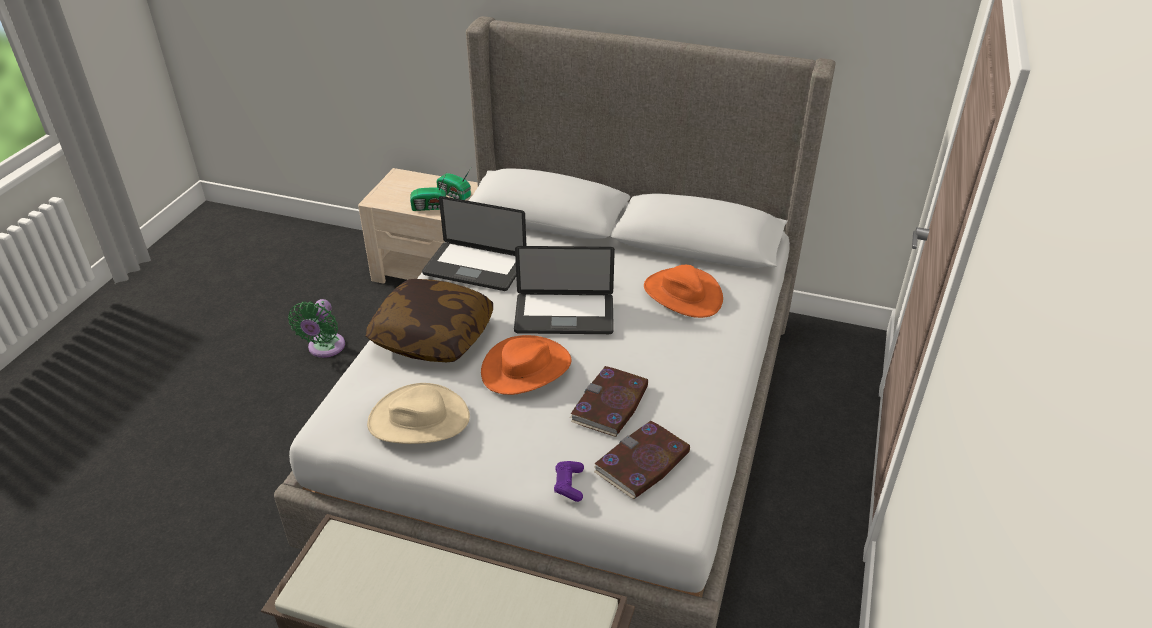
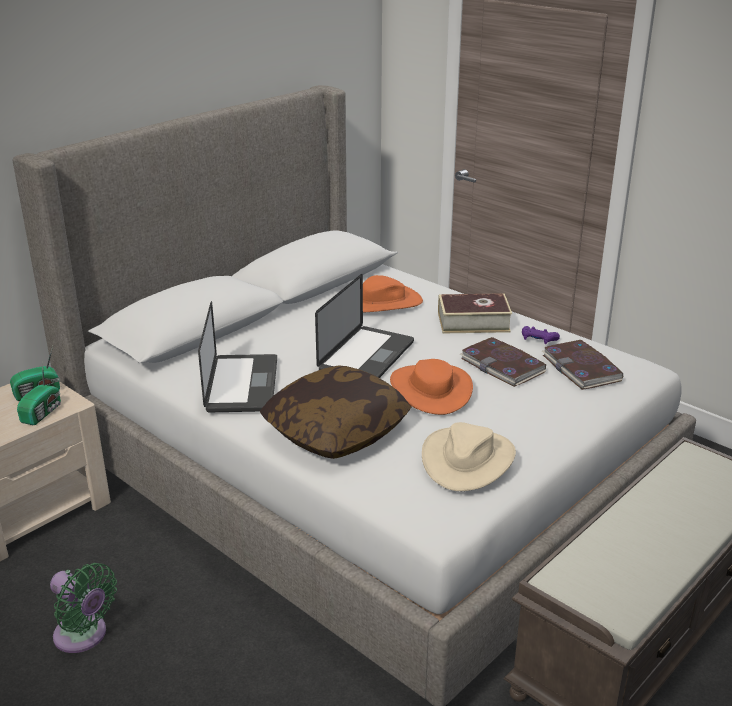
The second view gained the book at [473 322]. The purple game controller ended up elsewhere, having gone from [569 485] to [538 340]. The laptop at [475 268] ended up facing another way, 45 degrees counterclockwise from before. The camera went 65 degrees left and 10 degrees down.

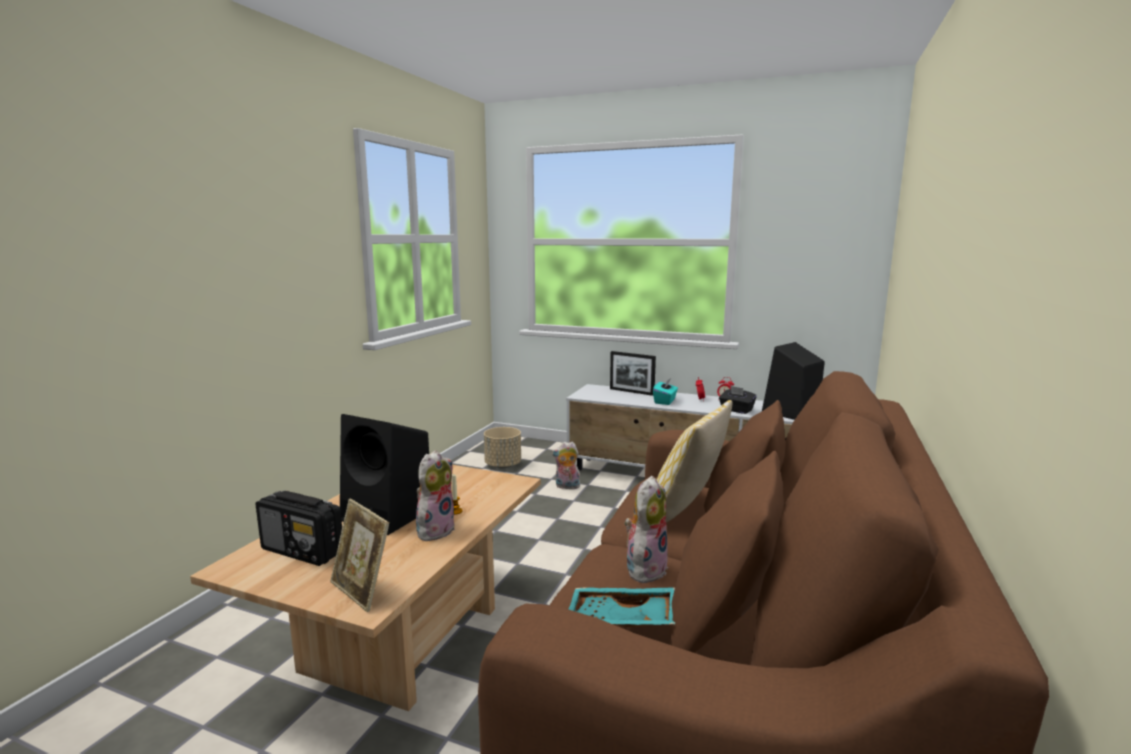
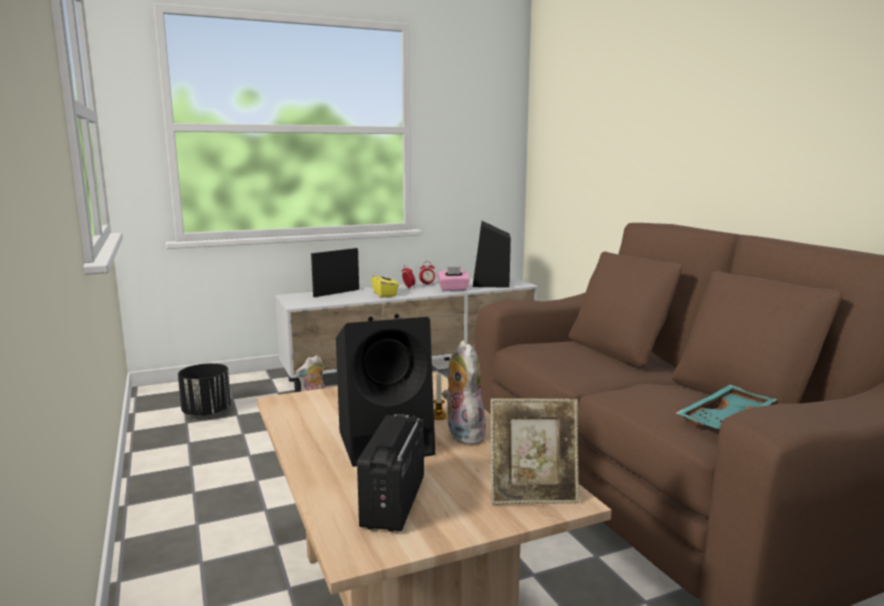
The second view lost the plush toy at [645 568]. The second view lost the pillow at [687 513]. What was the beige planter at [503 465] turned into the black planter at [207 413]. What was the turquoise tissue box at [665 401] turned into the yellow tissue box at [385 294]. What was the black tissue box at [736 410] turned into the pink tissue box at [453 289]. The radio at [303 551] ended up facing another way, 120 degrees clockwise from before. The picture frame at [631 392] ended up facing another way, 150 degrees clockwise from before. The camera went 45 degrees left and 0 degrees up.

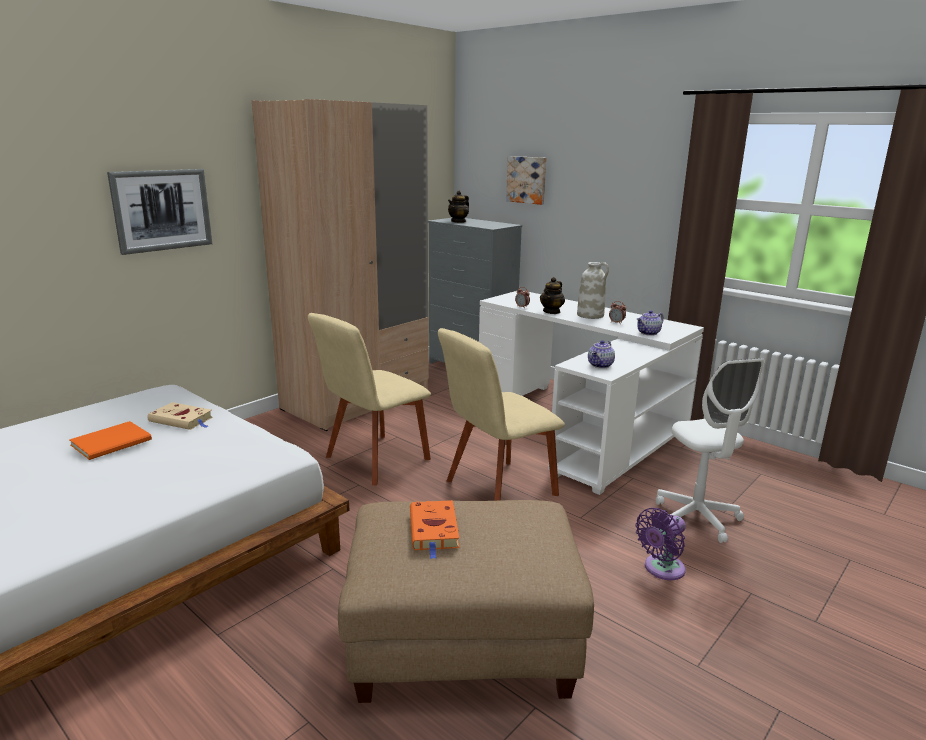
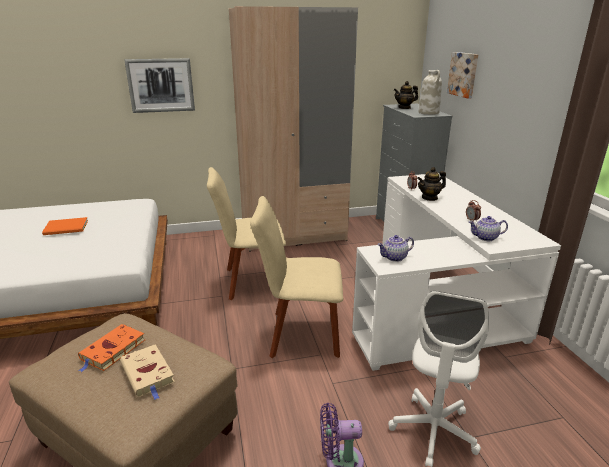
The beige book ended up elsewhere, having gone from [182 420] to [148 374]. The white vase ended up elsewhere, having gone from [591 315] to [429 113]. The camera went 35 degrees right and 5 degrees up.

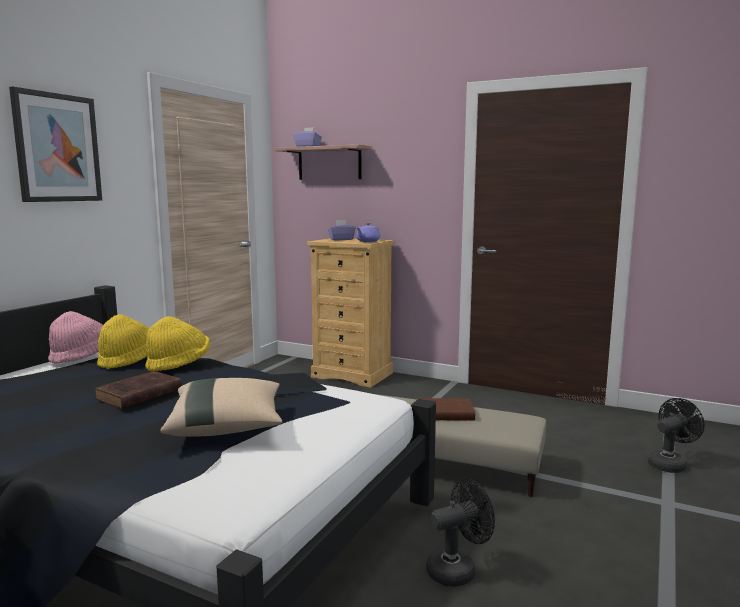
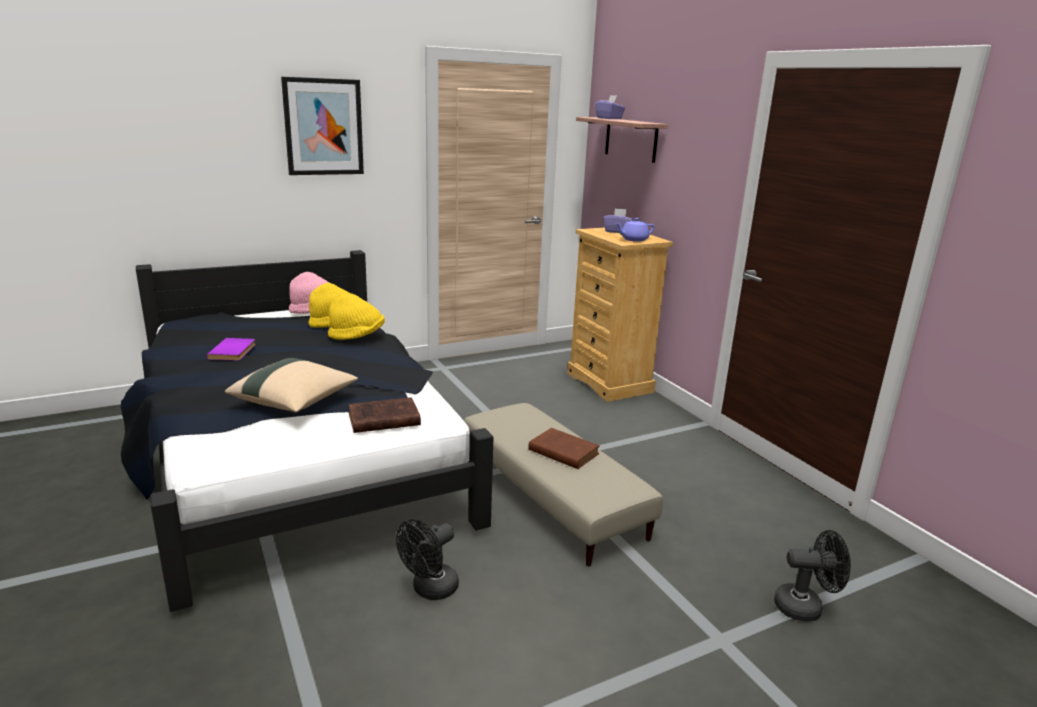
The second view gained the purple book at [234 351]. The brown book ended up elsewhere, having gone from [137 395] to [382 420]. The black fan at [457 569] ended up facing another way, 120 degrees clockwise from before. The camera went 35 degrees right and 10 degrees up.

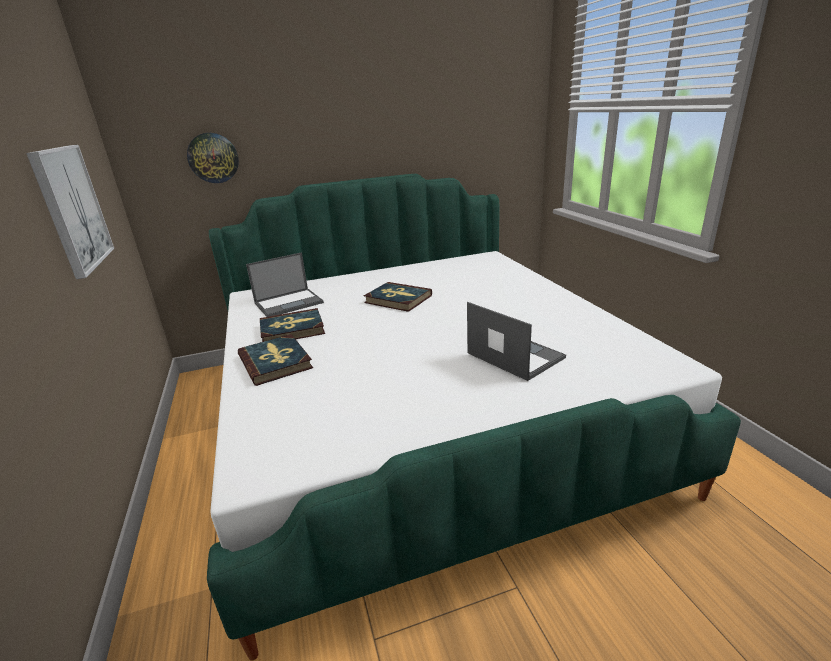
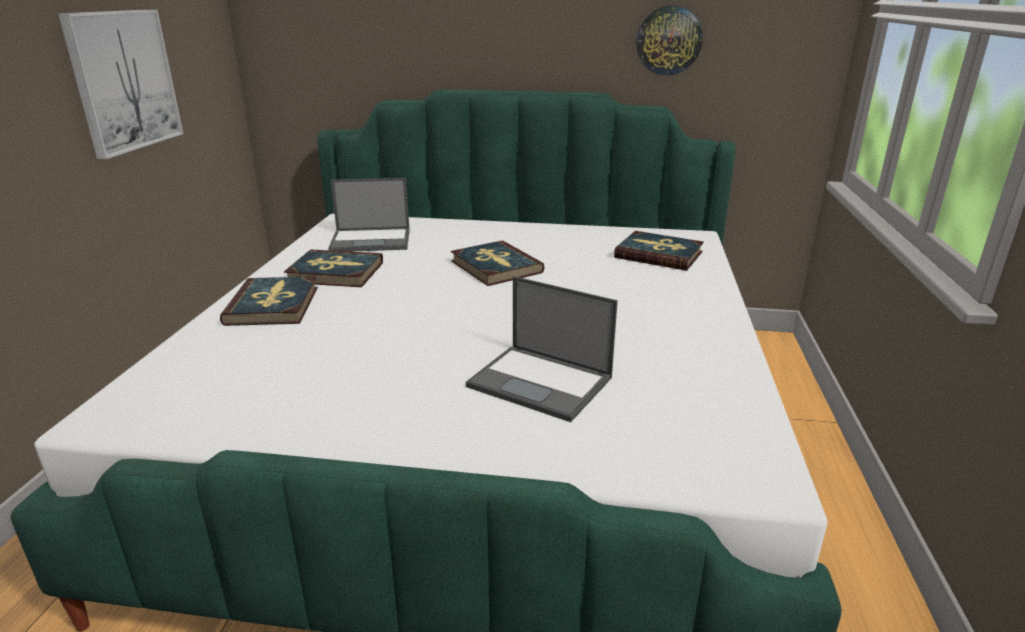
The second view gained the book at [659 254]. The wall clock ended up elsewhere, having gone from [213 158] to [669 40]. The laptop at [514 355] ended up facing another way, 135 degrees clockwise from before. The camera went 25 degrees right and 0 degrees up.

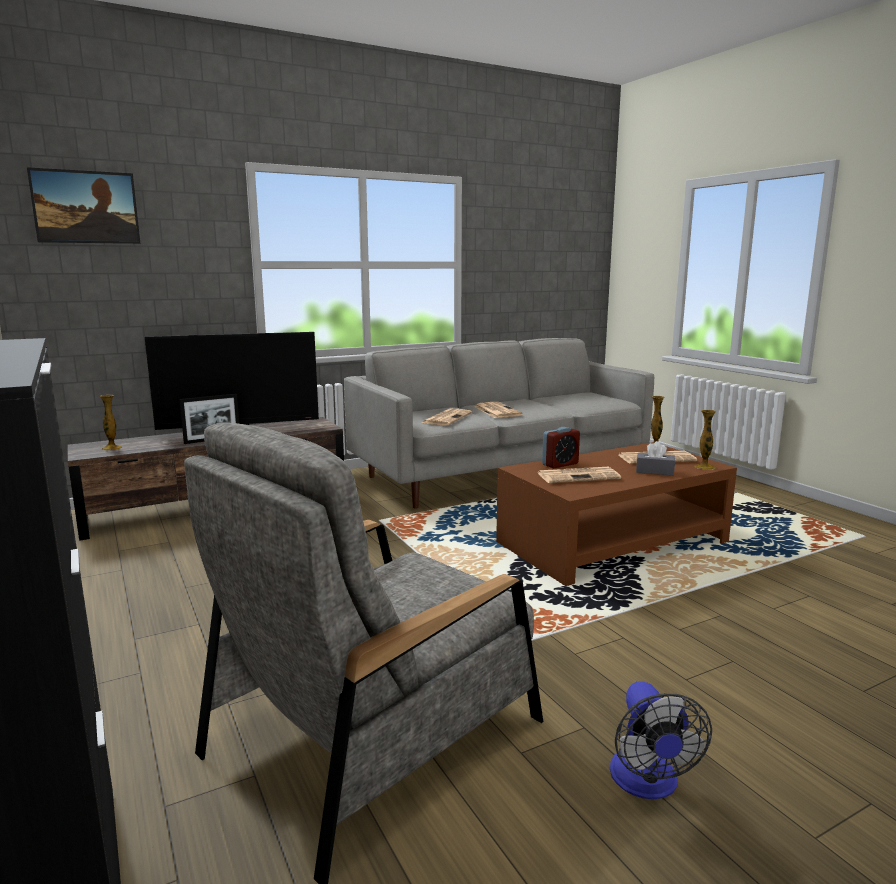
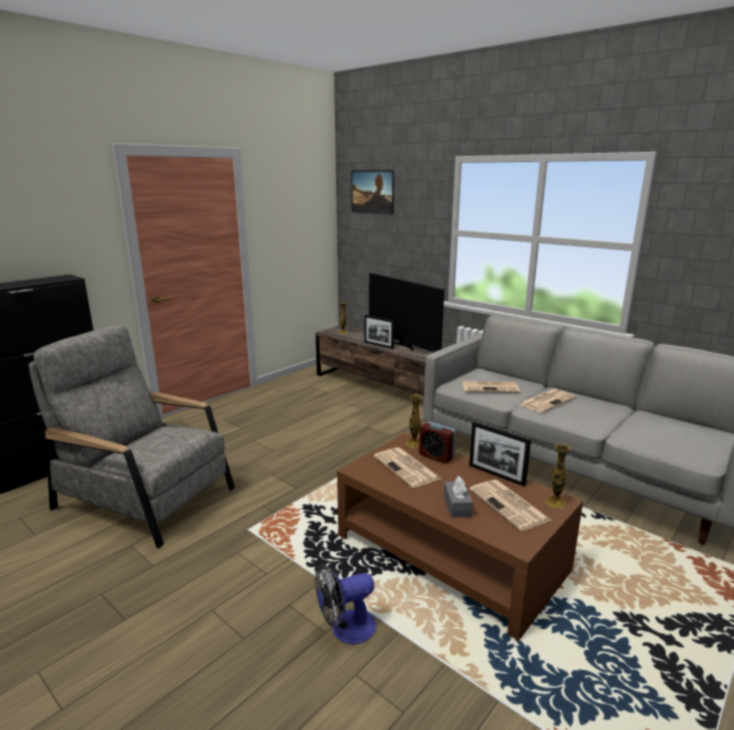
The second view gained the picture frame at [496 475]. The fan ended up elsewhere, having gone from [648 783] to [346 629]. The vase ended up elsewhere, having gone from [704 467] to [413 444]. The camera went 70 degrees right and 5 degrees up.

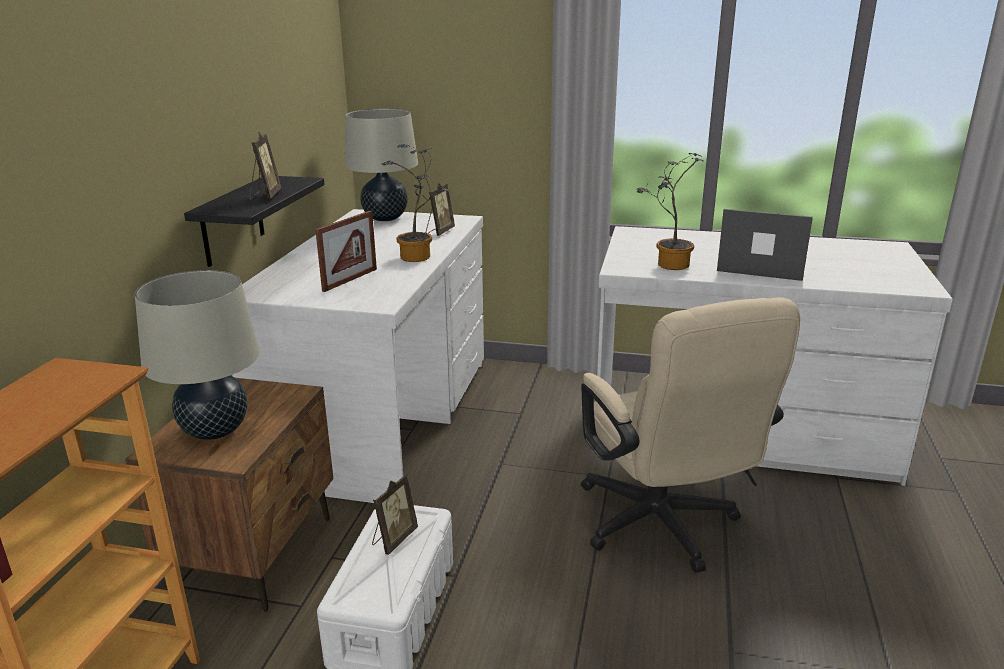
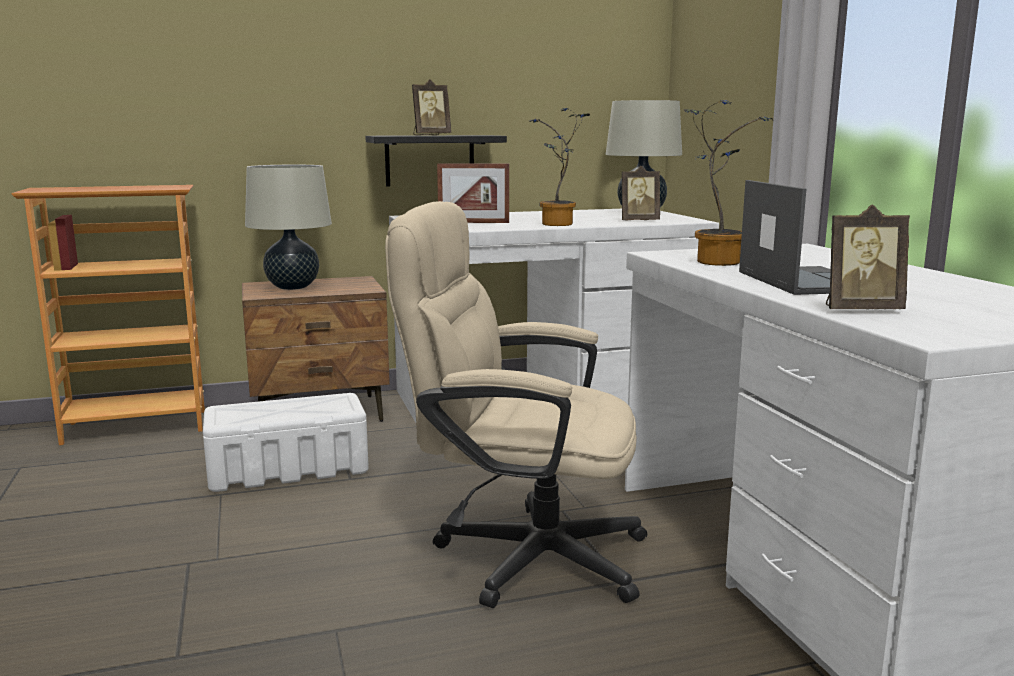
The picture frame ended up elsewhere, having gone from [393 539] to [860 310]. The beige office chair at [663 528] ended up facing another way, 60 degrees clockwise from before. The camera went 60 degrees right and 10 degrees down.

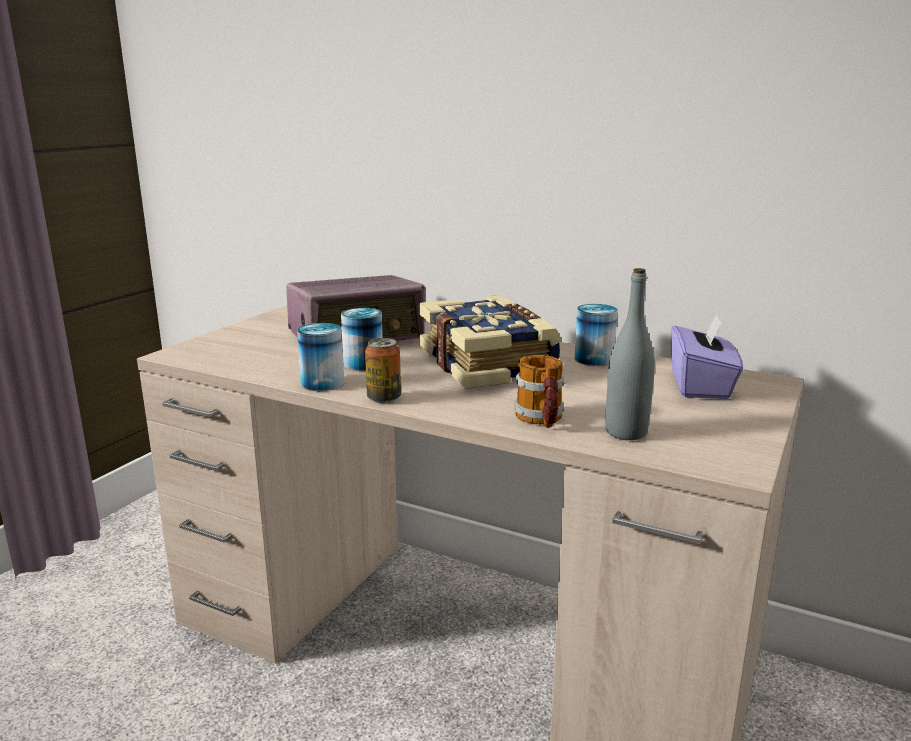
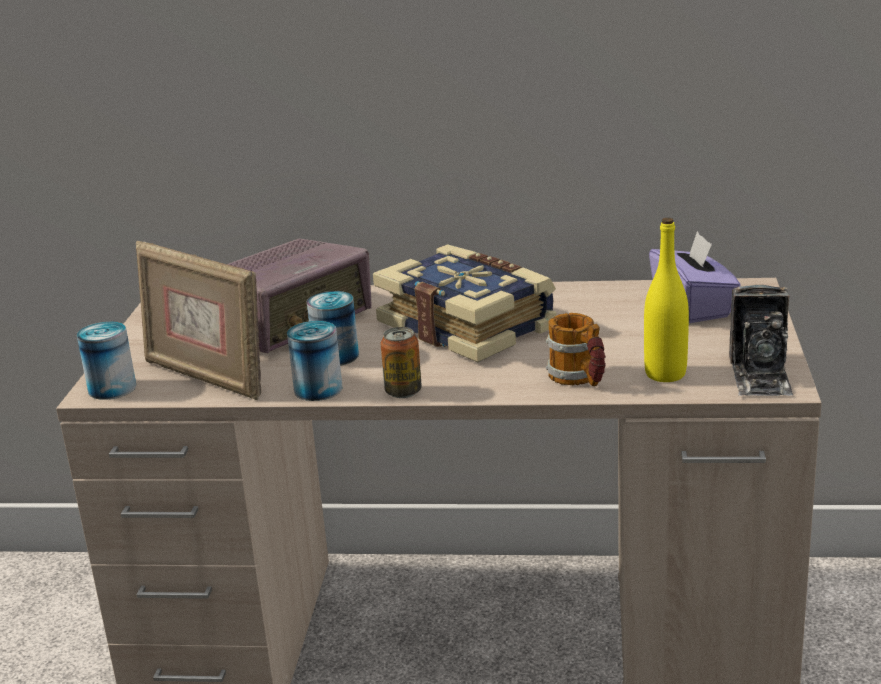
The second view gained the picture frame at [206 377]. The second view gained the photo camera at [760 375]. The can ended up elsewhere, having gone from [594 359] to [112 388]. What was the grey bottle at [626 432] turned into the yellow bottle at [665 374]. The camera went 20 degrees left and 5 degrees up.

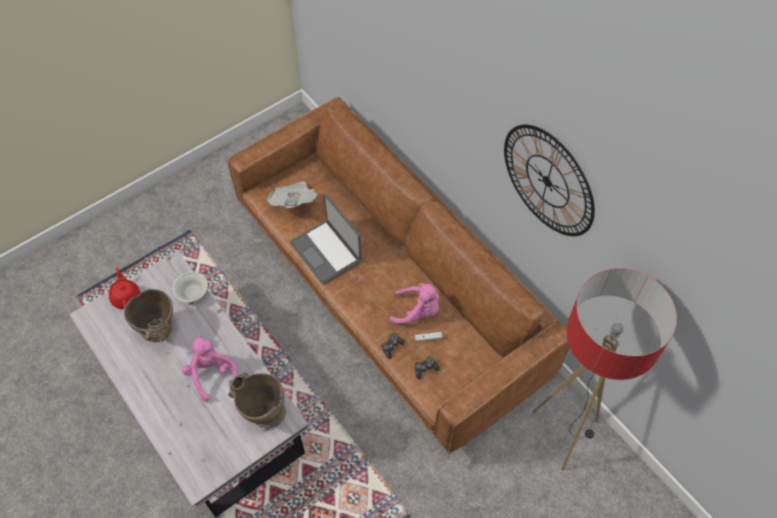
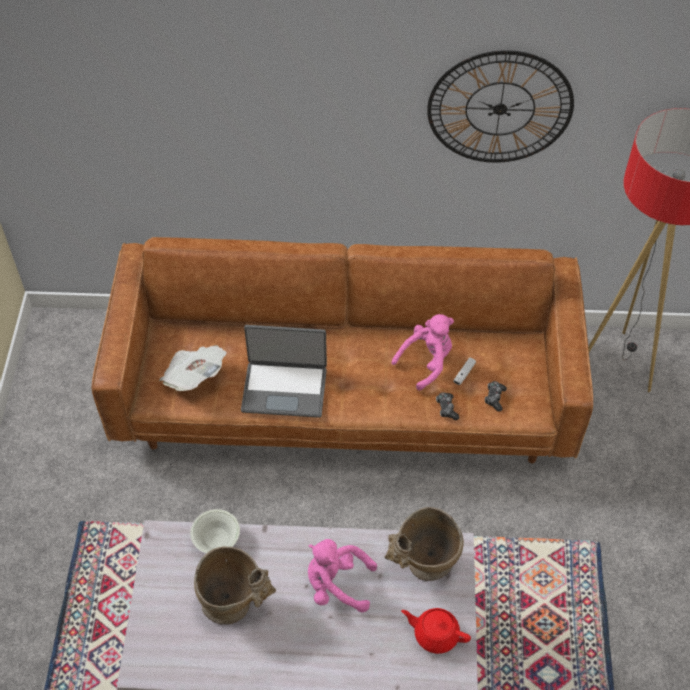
The red teapot ended up elsewhere, having gone from [126 297] to [435 634]. The camera went 50 degrees left and 5 degrees down.

